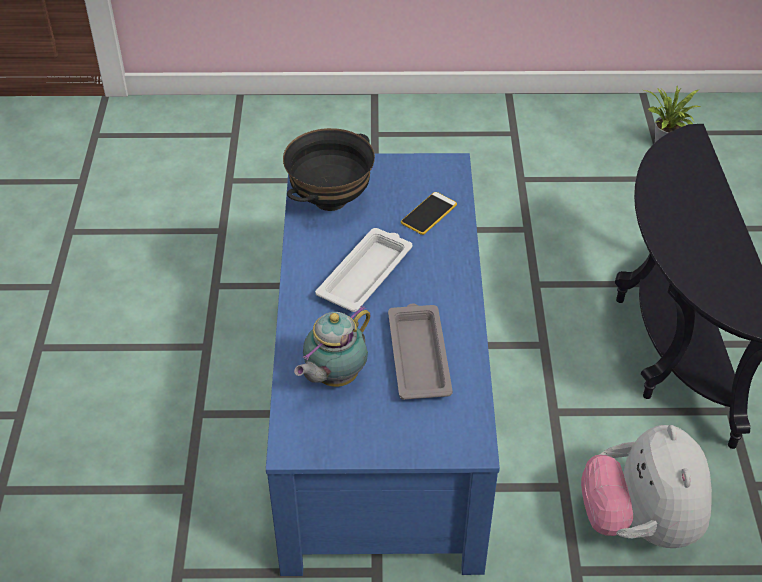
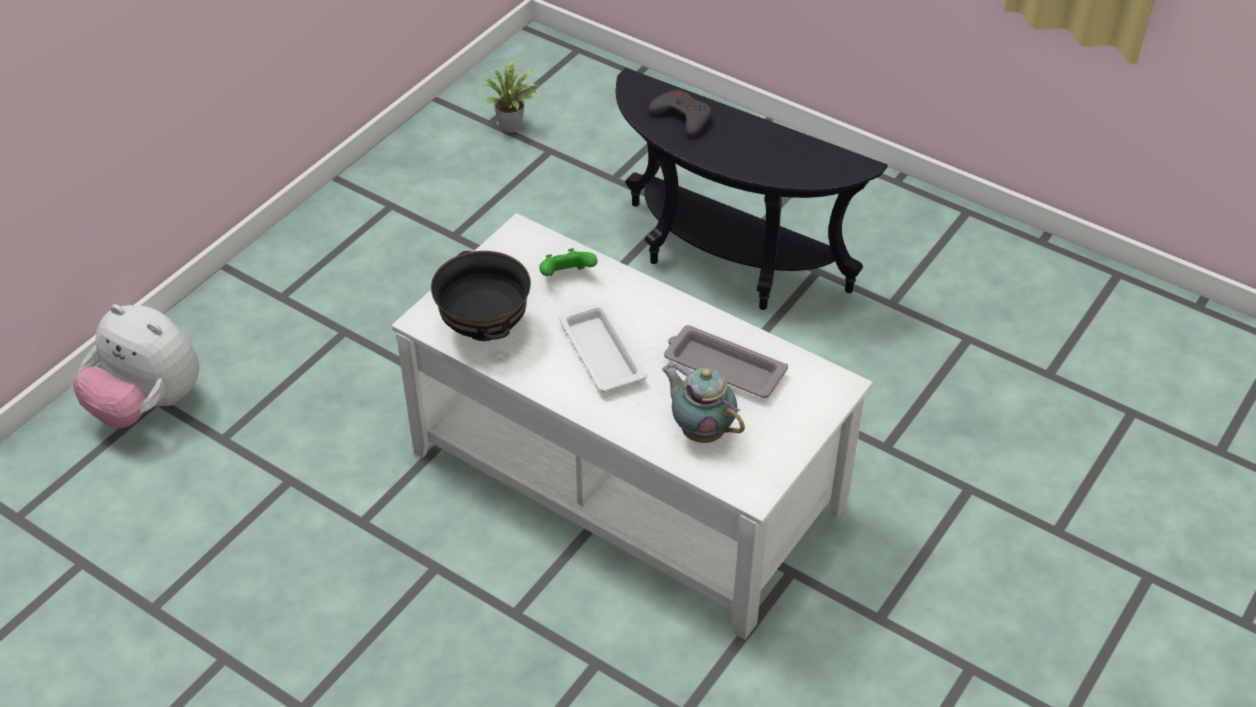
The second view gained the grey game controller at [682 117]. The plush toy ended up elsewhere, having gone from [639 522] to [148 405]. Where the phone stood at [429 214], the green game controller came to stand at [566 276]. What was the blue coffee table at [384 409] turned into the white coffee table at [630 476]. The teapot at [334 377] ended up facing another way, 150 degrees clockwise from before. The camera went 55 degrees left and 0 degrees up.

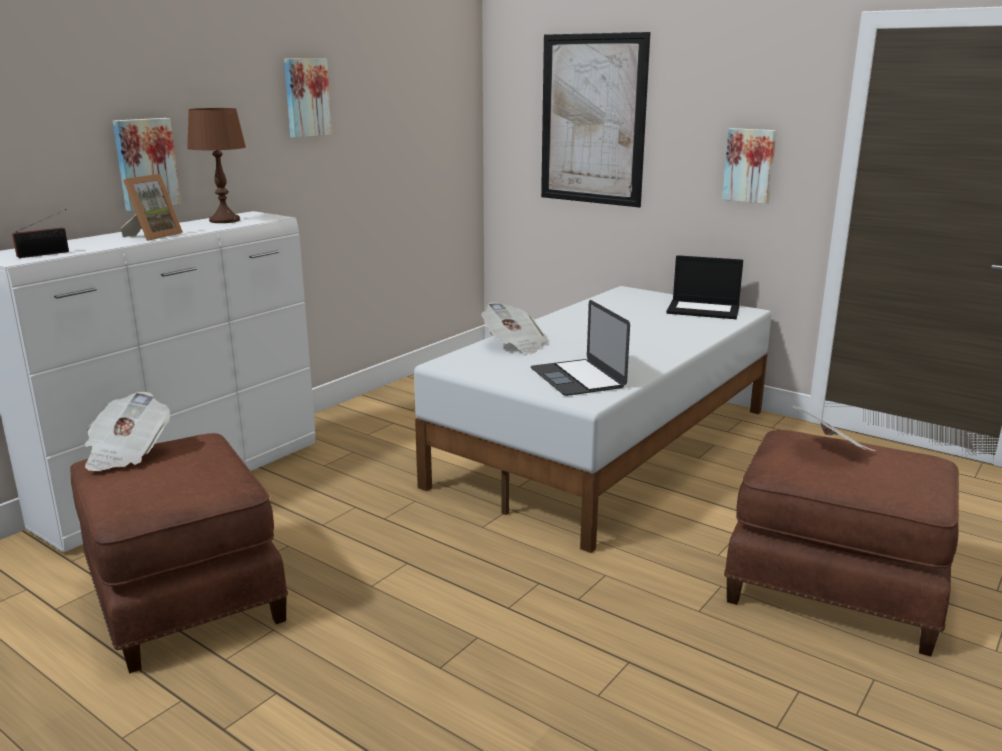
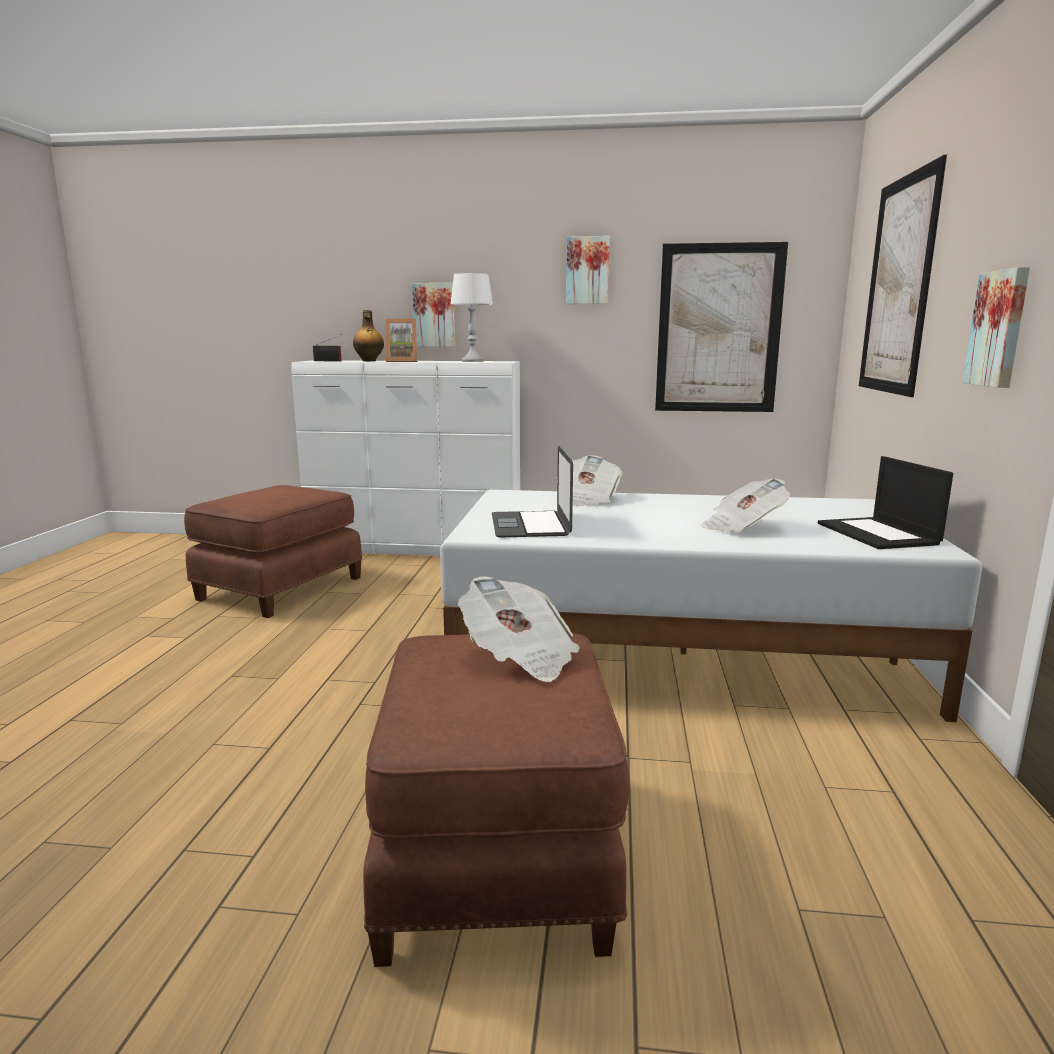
The second view gained the bottle at [369 361]. The second view gained the picture at [718 329]. The newspaper ended up elsewhere, having gone from [127 453] to [742 527]. What was the brown table lamp at [225 220] turned into the white table lamp at [473 361]. The laptop at [577 377] ended up facing another way, 45 degrees counterclockwise from before. The camera went 60 degrees right and 5 degrees down.

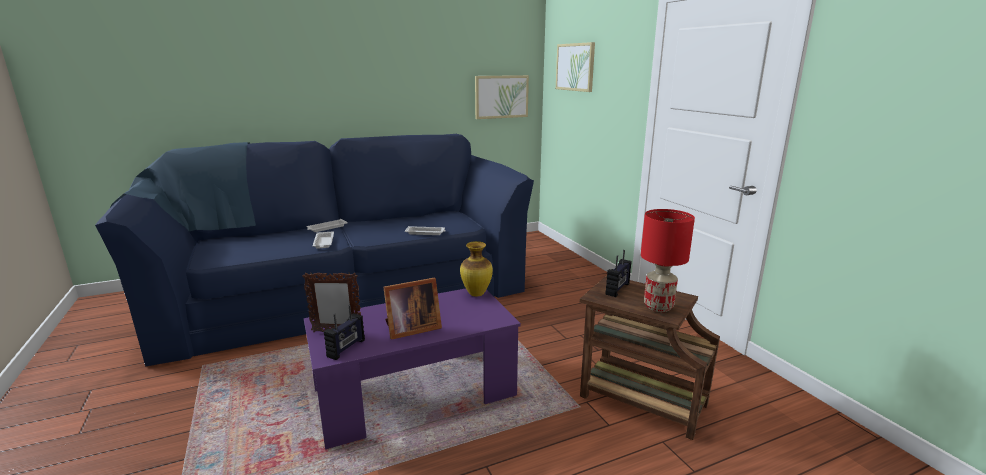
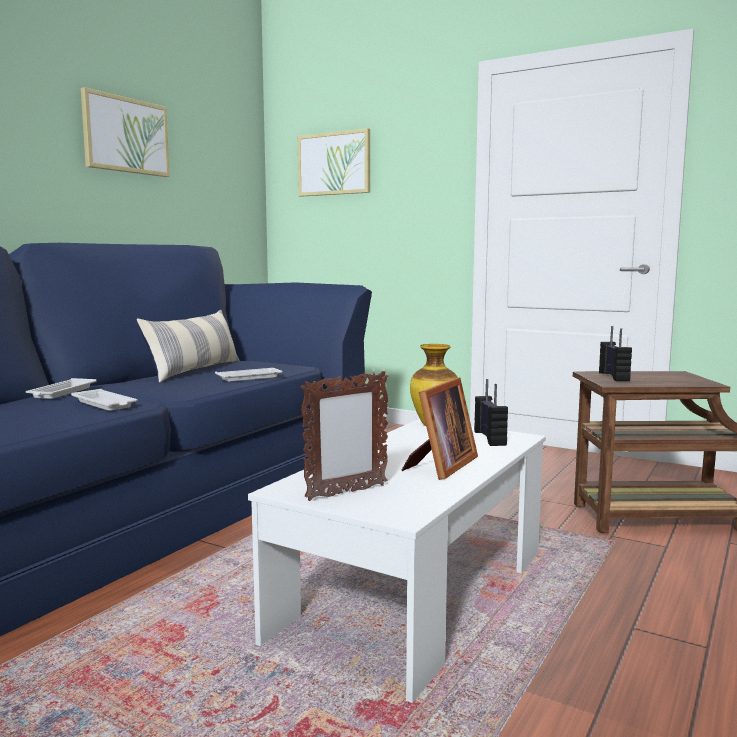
The second view lost the red table lamp at [658 307]. The second view gained the pillow at [195 371]. The radio ended up elsewhere, having gone from [346 348] to [490 438]. The picture ended up elsewhere, having gone from [501 96] to [126 135]. What was the purple coffee table at [415 393] turned into the white coffee table at [416 594]. The camera went 35 degrees left and 10 degrees down.

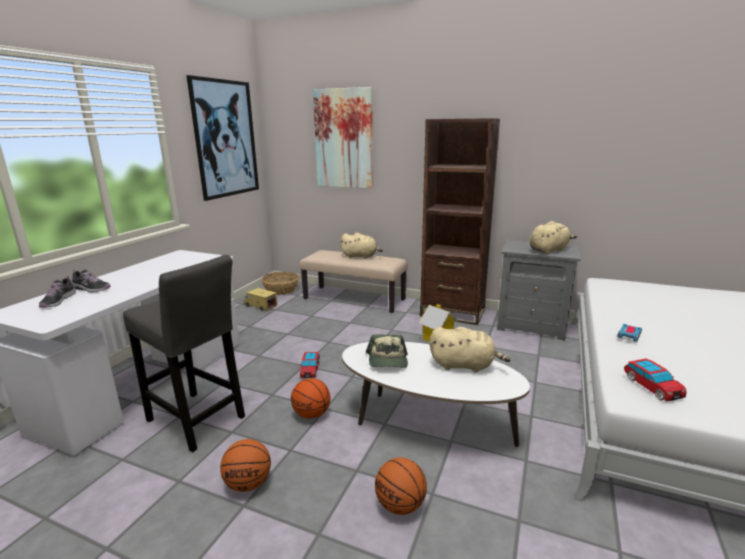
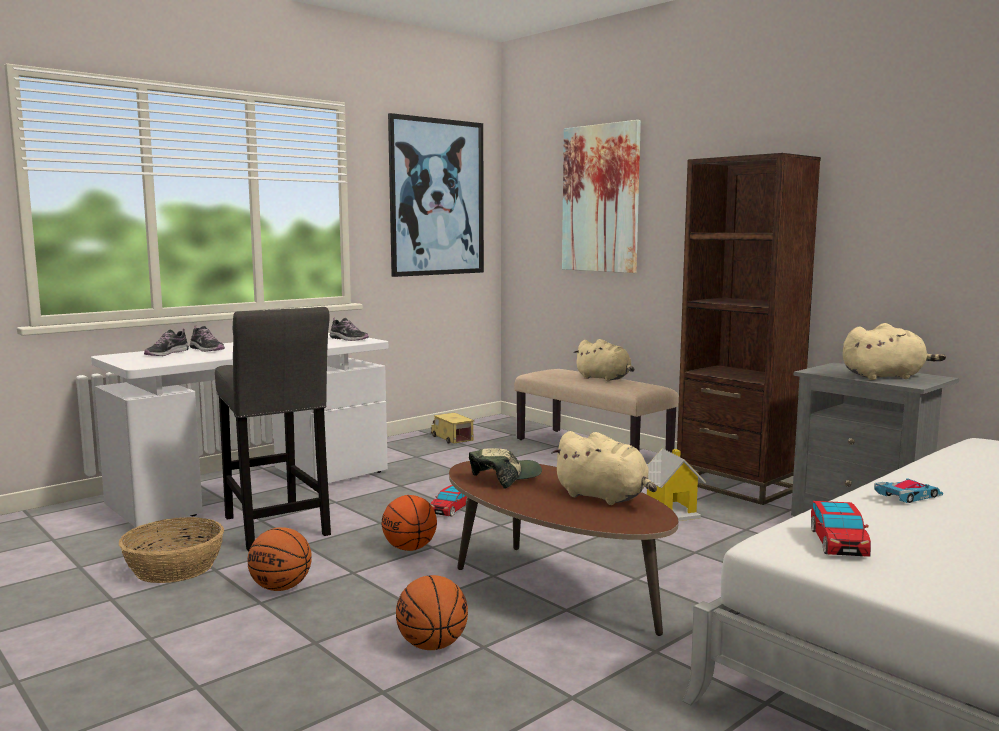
The second view gained the shoe at [348 339]. The basket ended up elsewhere, having gone from [281 290] to [174 567]. What was the white coffee table at [427 424] turned into the brown coffee table at [552 587]. The cap at [387 360] ended up facing another way, 150 degrees counterclockwise from before. The camera went 25 degrees right and 10 degrees down.

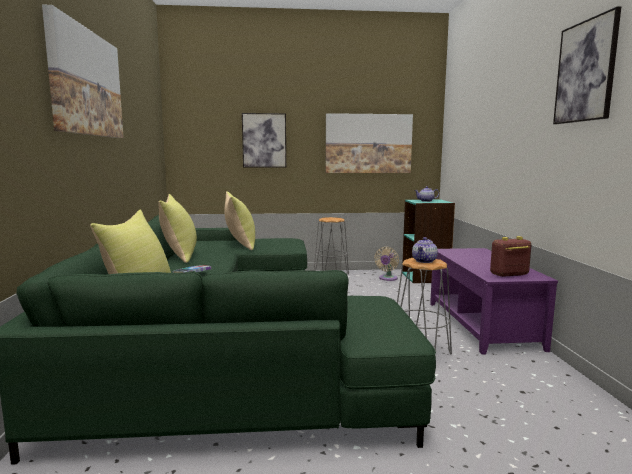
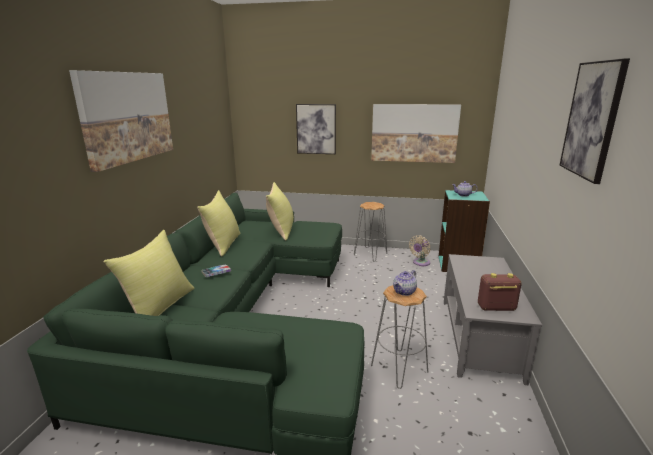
What was the purple coffee table at [481 324] turned into the grey coffee table at [479 337]. The camera went 15 degrees right and 10 degrees up.

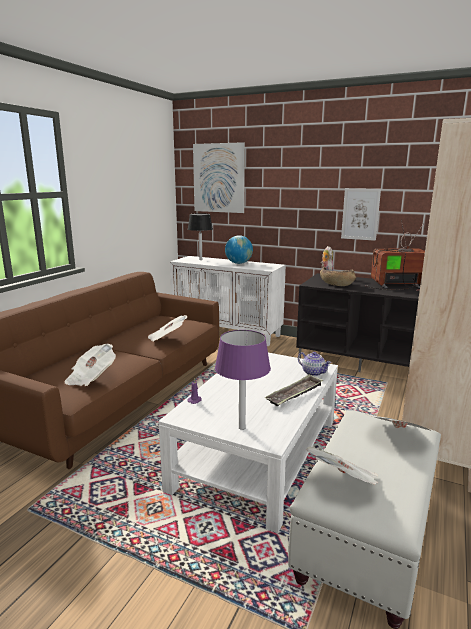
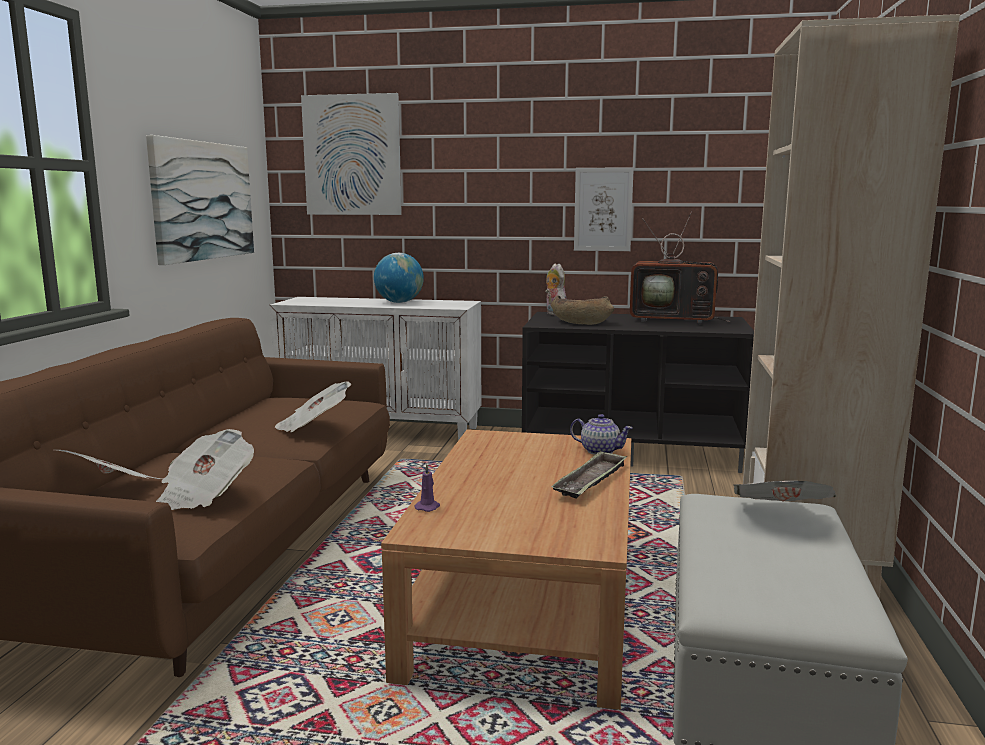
The second view lost the black table lamp at [200 260]. The second view lost the purple table lamp at [241 428]. The second view gained the picture at [203 200]. The newspaper ended up elsewhere, having gone from [343 482] to [113 489]. What was the white coffee table at [258 452] turned into the brown coffee table at [526 599]. The television at [397 286] ended up facing another way, 150 degrees counterclockwise from before. The camera went 15 degrees left and 5 degrees down.

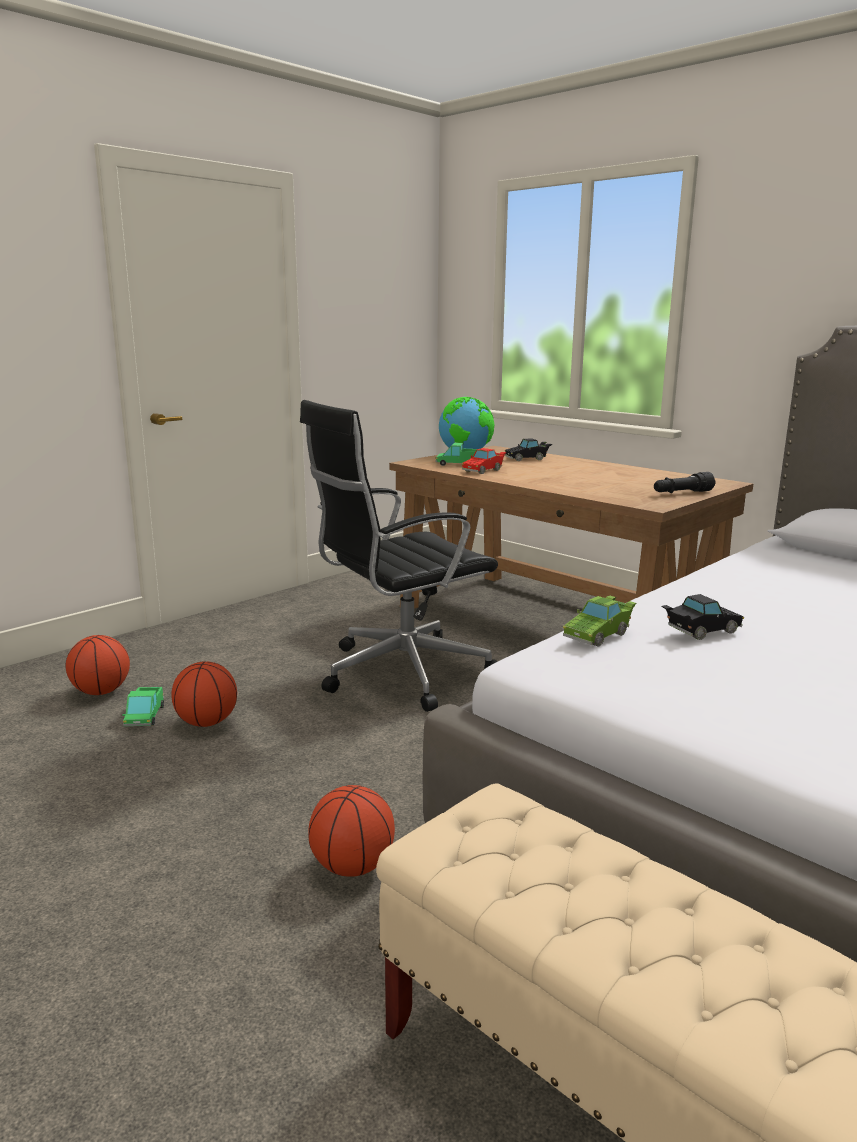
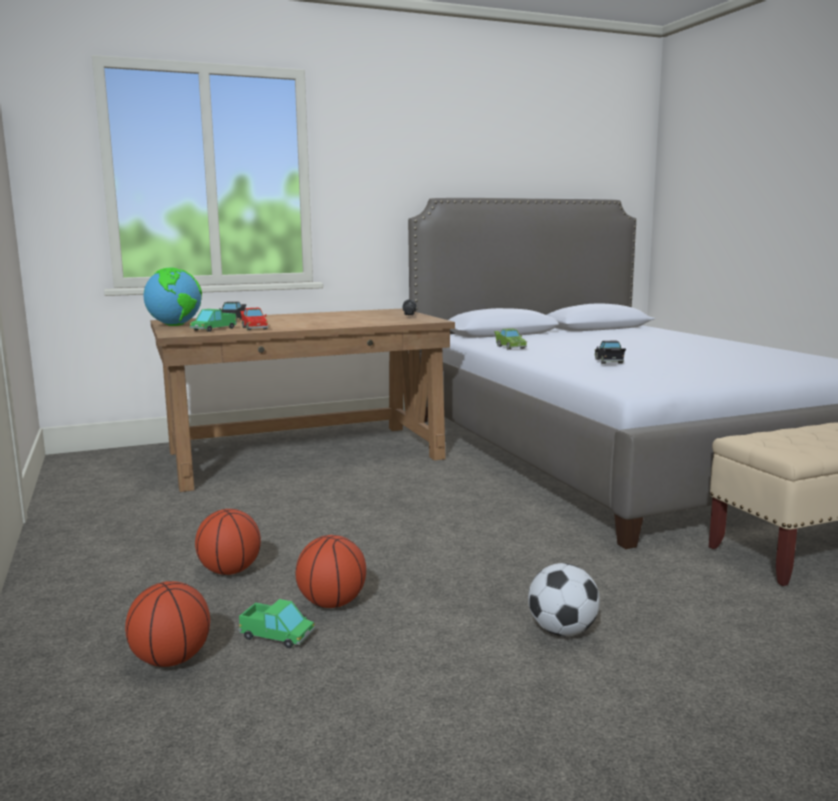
The second view lost the black office chair at [400 673]. The second view gained the football at [562 631]. The basketball ended up elsewhere, having gone from [352 867] to [230 571]. The green toy car ended up elsewhere, having gone from [599 634] to [509 347]. The camera went 65 degrees left and 5 degrees down.

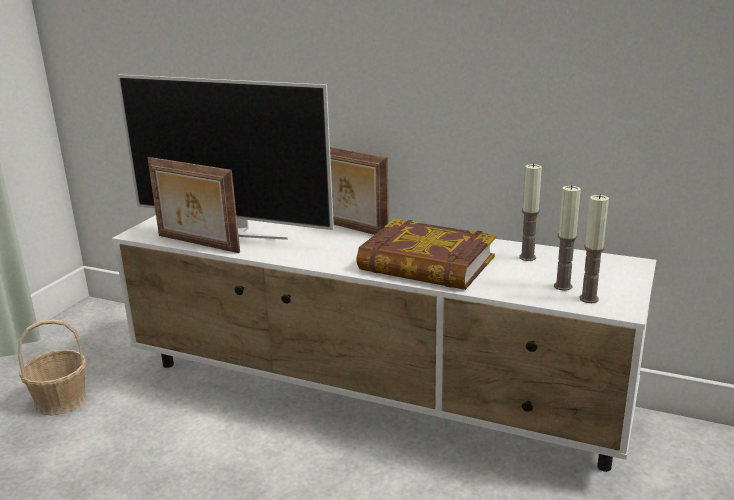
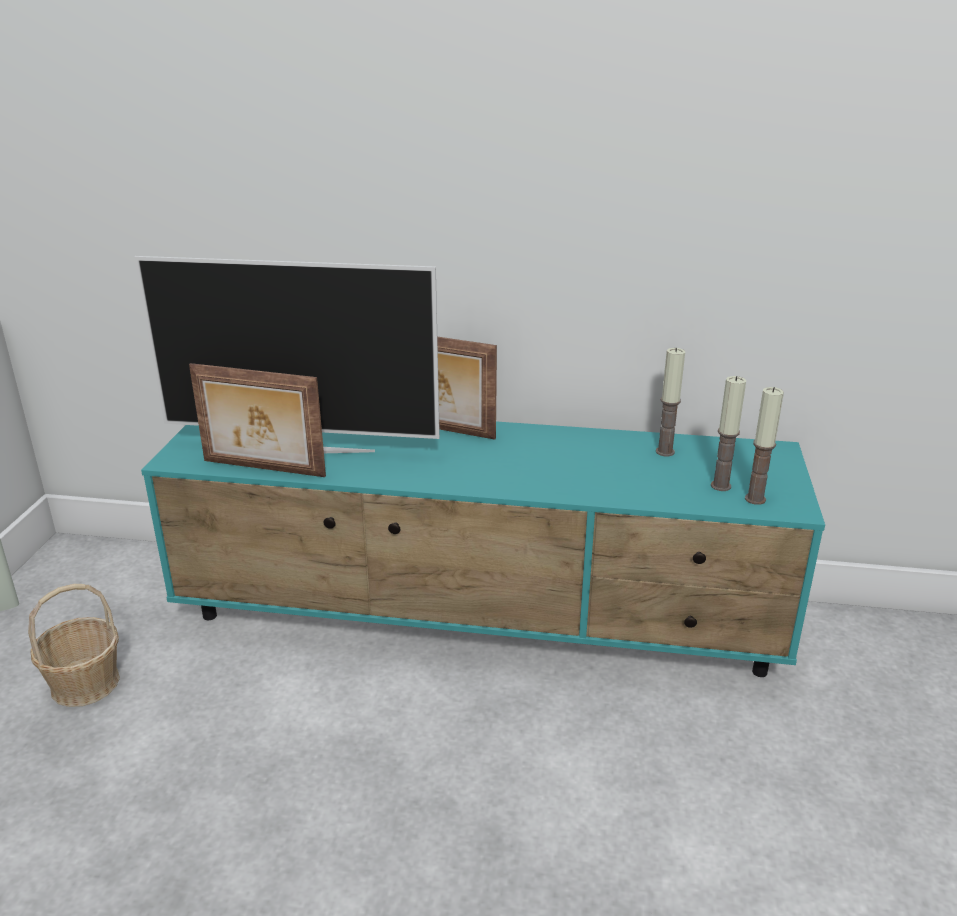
The second view lost the book at [426 264]. What was the white tv stand at [373 396] turned into the turquoise tv stand at [481 623]. The camera went 15 degrees left and 5 degrees up.

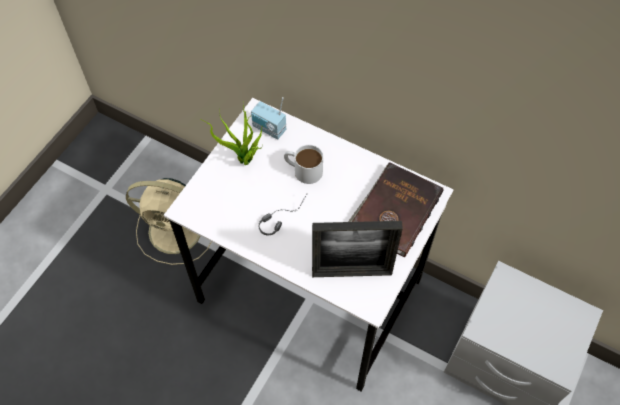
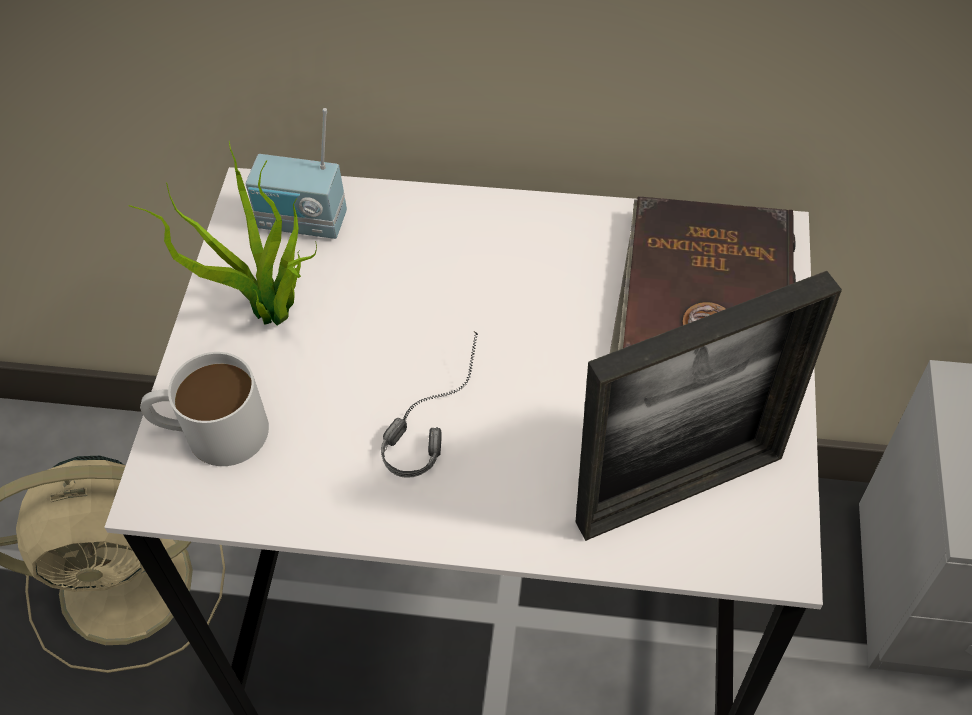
The white mug ended up elsewhere, having gone from [303 170] to [210 431]. The camera went 20 degrees left and 5 degrees down.

